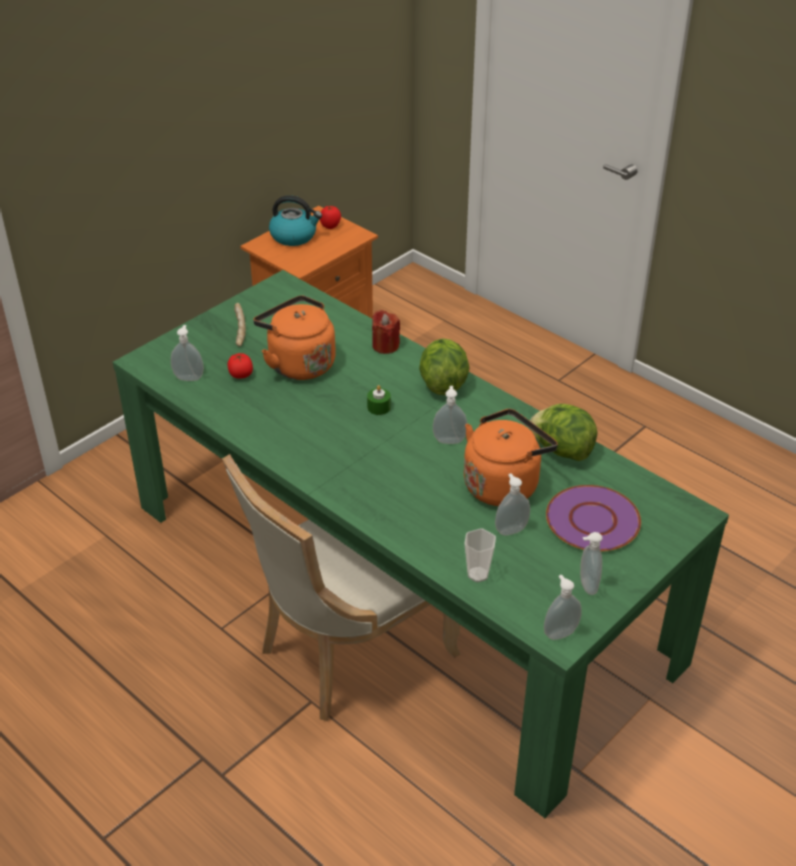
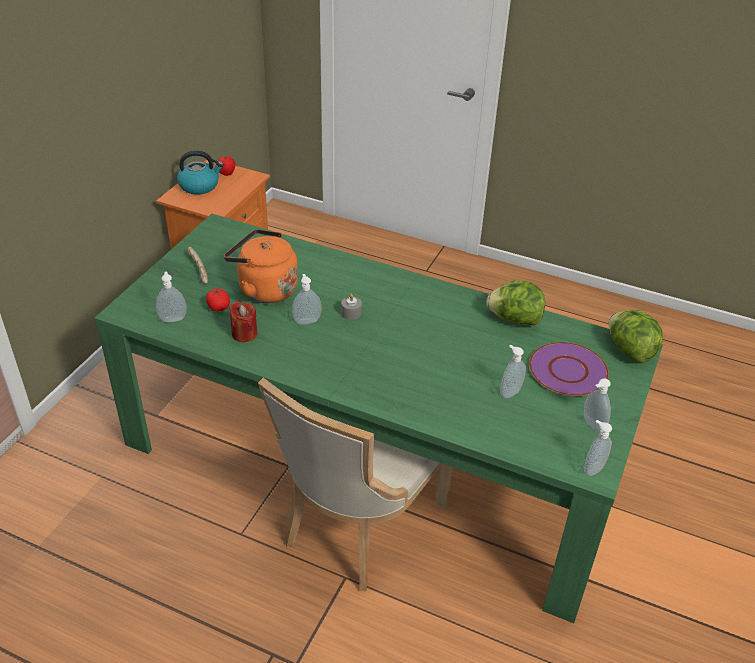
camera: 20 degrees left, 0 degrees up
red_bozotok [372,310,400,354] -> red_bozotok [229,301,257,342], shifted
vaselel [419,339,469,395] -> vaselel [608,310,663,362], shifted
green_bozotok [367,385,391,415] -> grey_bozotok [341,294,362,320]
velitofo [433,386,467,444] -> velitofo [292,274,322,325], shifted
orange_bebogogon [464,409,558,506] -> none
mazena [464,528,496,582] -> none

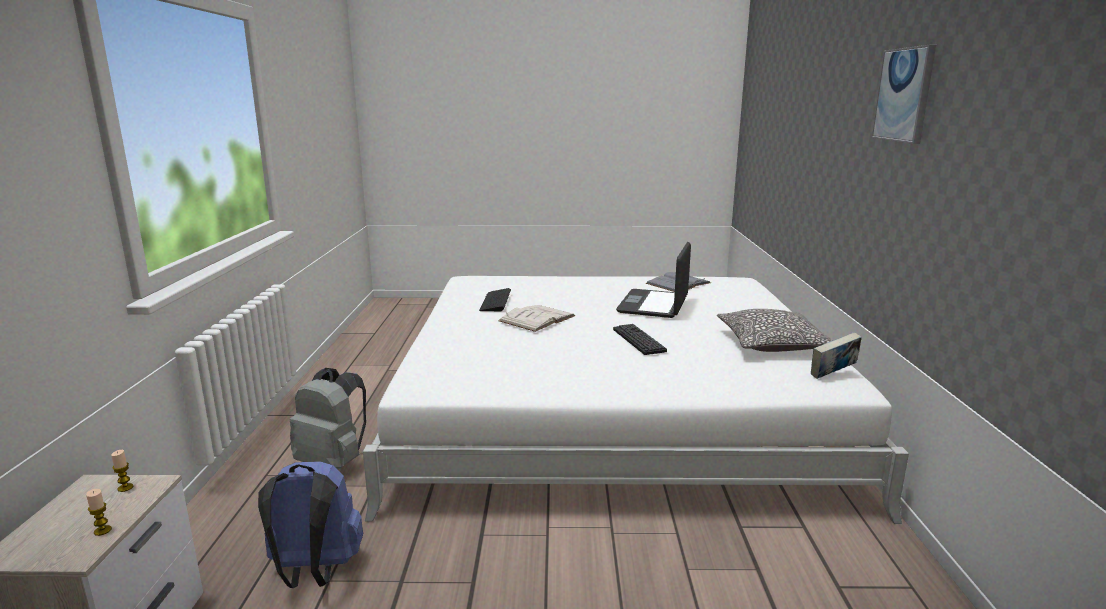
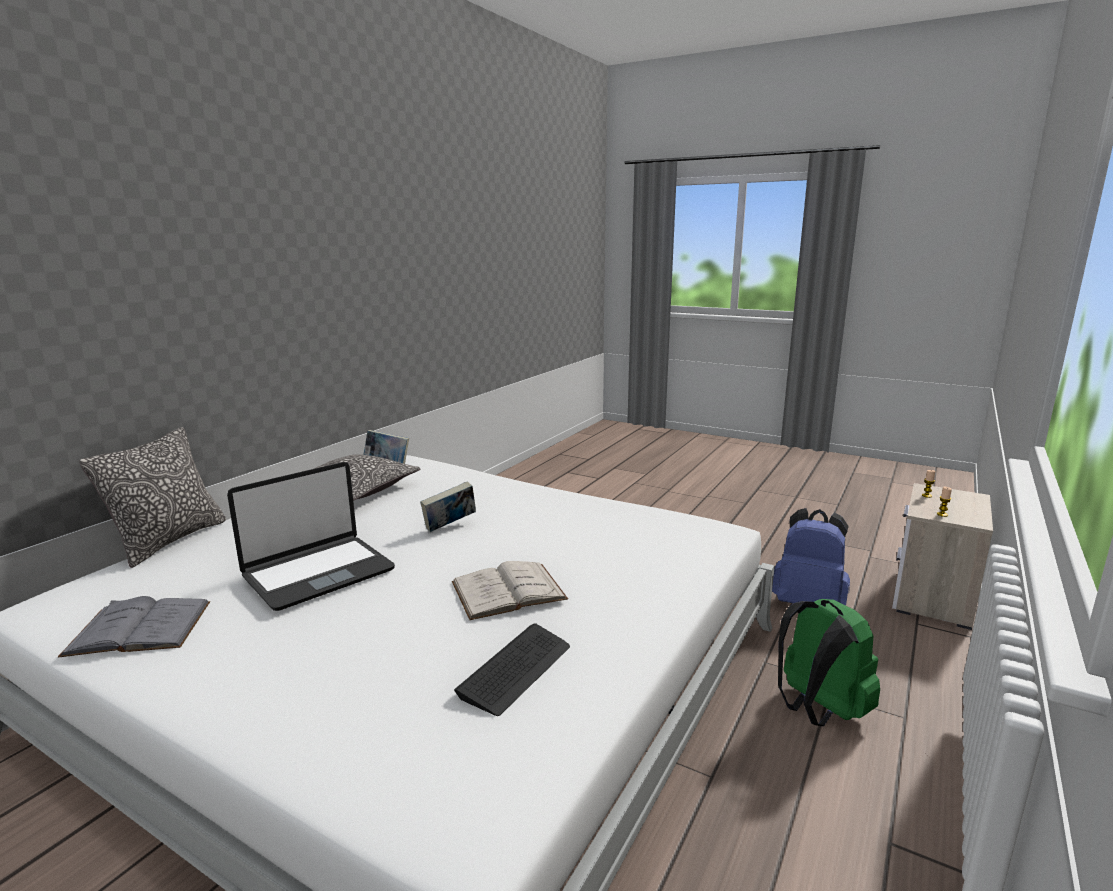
camera: 150 degrees left, 0 degrees up
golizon [872,44,936,144] -> none
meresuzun [613,324,667,355] -> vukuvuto [420,482,476,532]
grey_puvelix [290,368,366,469] -> green_puvelix [778,599,880,726]
none -> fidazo [79,427,226,568]

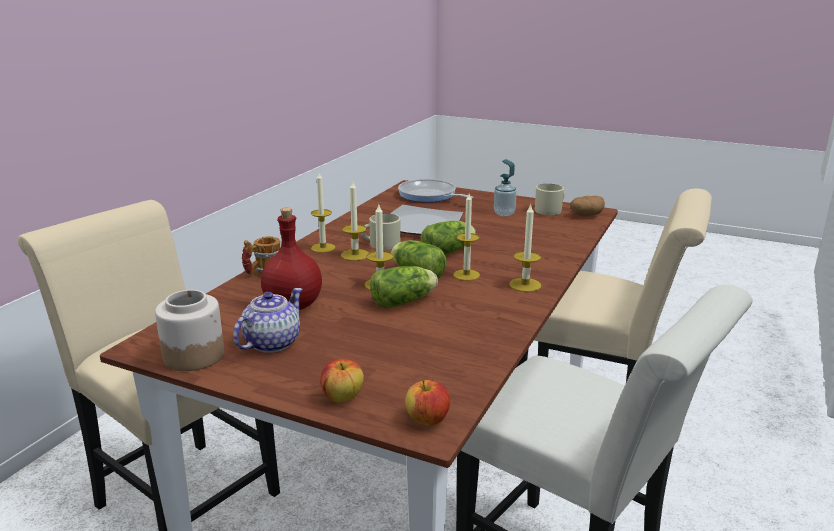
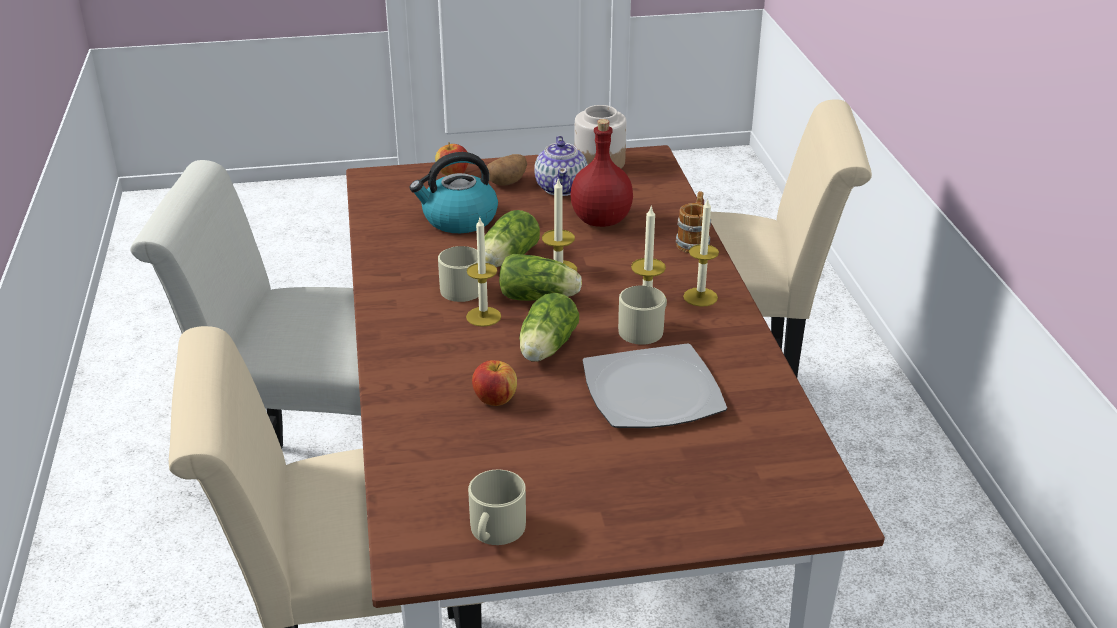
camera: 145 degrees right, 10 degrees up
velitofo [494,159,517,216] -> none
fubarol [398,179,473,203] -> none
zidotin [570,196,605,217] -> zidotin [487,154,527,186], shifted
bozotok [510,204,541,292] -> none
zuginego [405,380,450,426] -> zuginego [472,360,517,406], shifted
none -> bebogogon [409,152,498,233]
none -> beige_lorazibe [438,246,479,302]

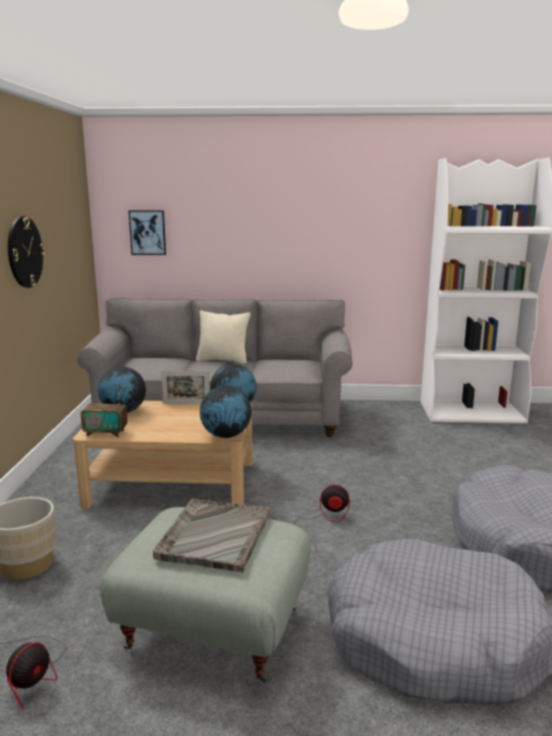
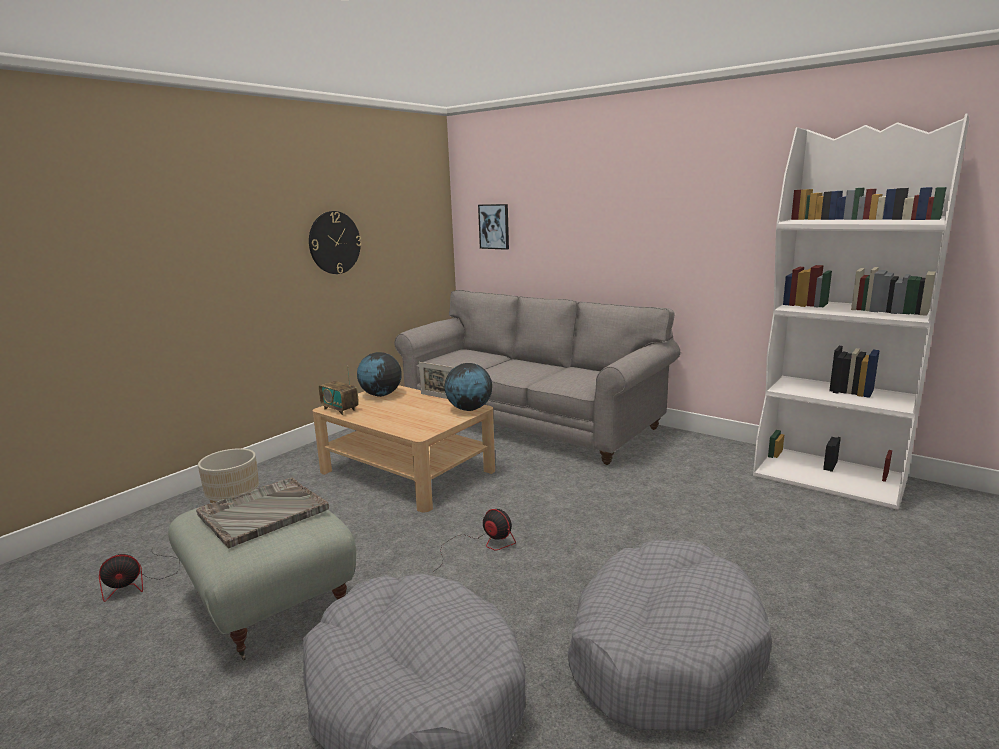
camera: 35 degrees right, 0 degrees up
beige_fidazo [196,311,251,364] -> none
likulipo [200,386,252,438] -> none

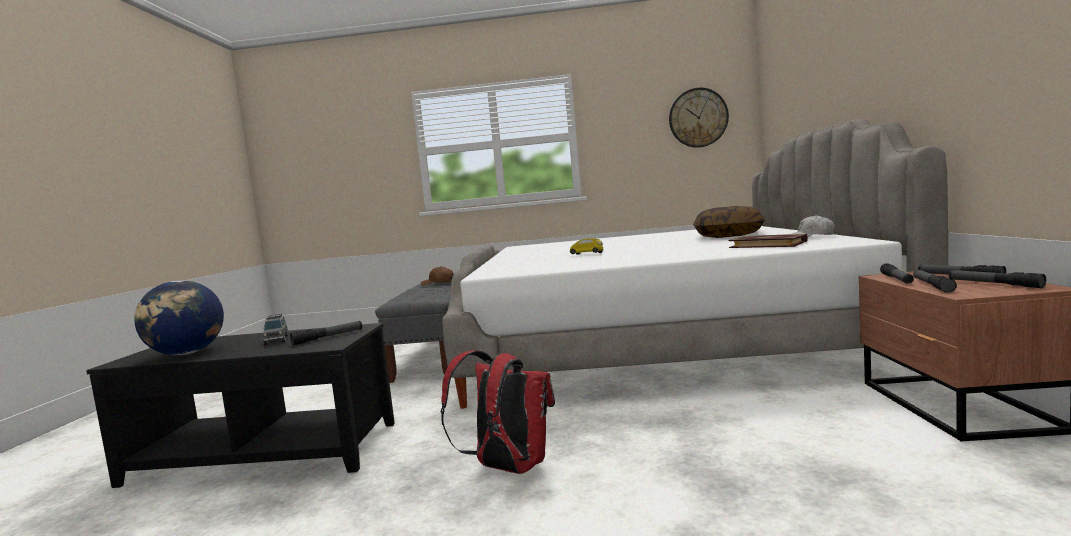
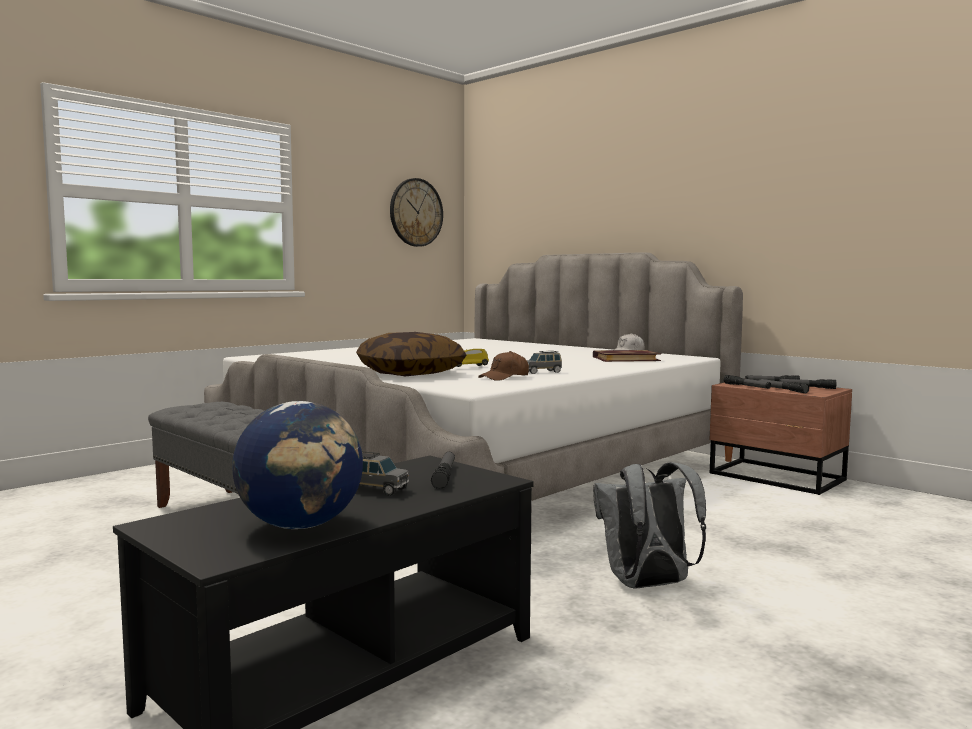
camera: 50 degrees left, 0 degrees up
fidazo [693,206,765,238] -> fidazo [356,332,467,376], shifted
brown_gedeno [421,266,454,285] -> brown_gedeno [478,351,529,381], shifted
red_puvelix [441,350,555,474] -> grey_puvelix [593,462,706,589]
none -> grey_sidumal [527,351,562,374]

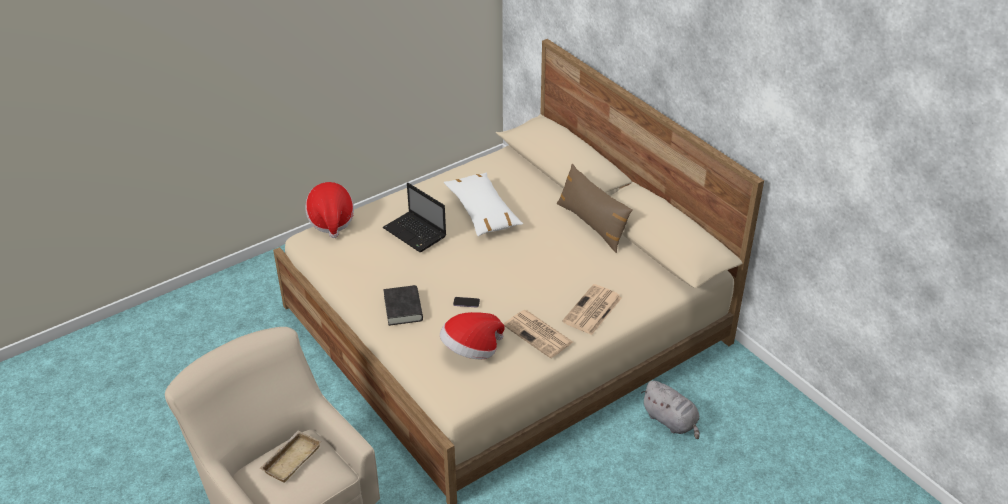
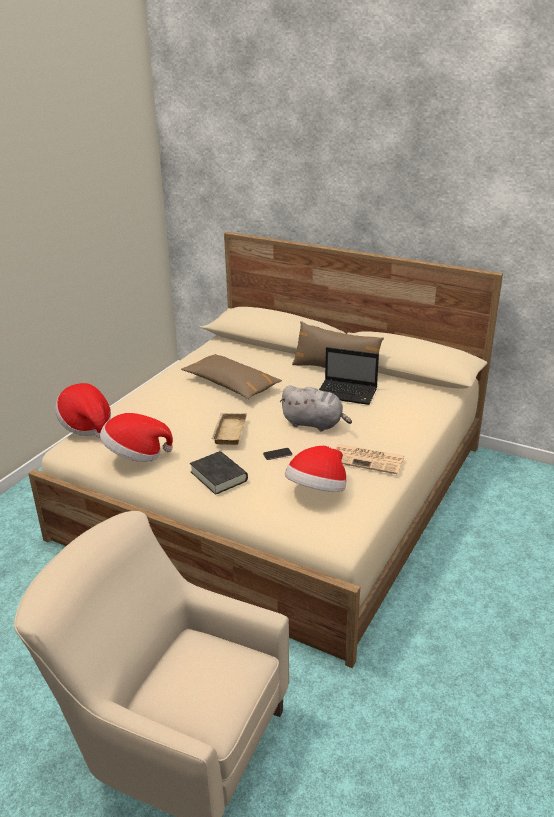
camera: 25 degrees left, 10 degrees down
white_fidazo [444,173,523,237] -> brown_fidazo [181,354,282,399]
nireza [383,183,446,252] -> nireza [319,347,379,405], shifted
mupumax [562,284,622,335] -> none
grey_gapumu [641,380,700,440] -> grey_gapumu [279,385,352,431], shifted
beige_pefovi [259,431,321,483] -> beige_pefovi [212,413,247,445], shifted
none -> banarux [100,413,173,462]

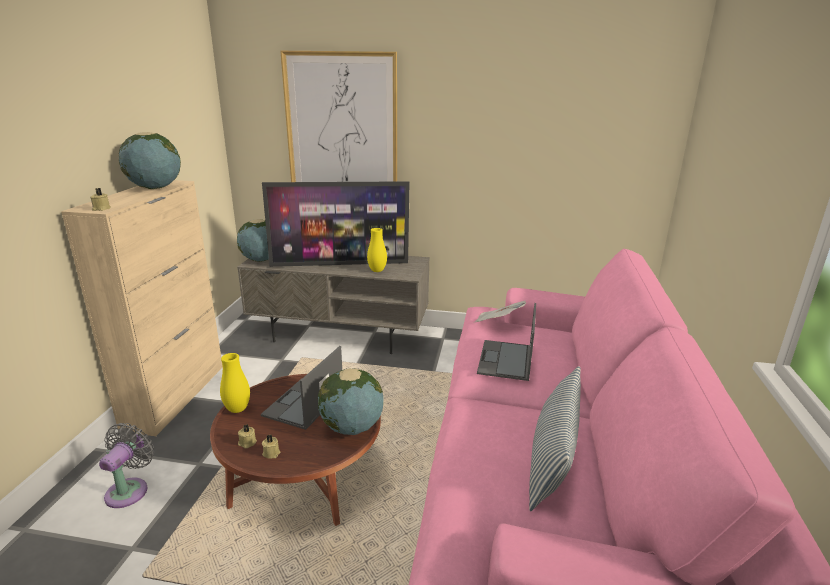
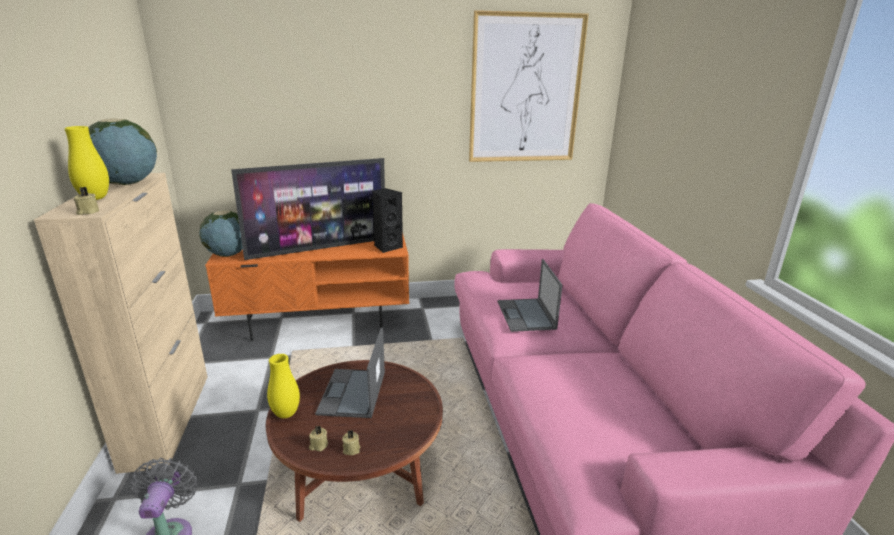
camera: 20 degrees left, 0 degrees up
golizon [280,51,397,182] -> golizon [469,10,589,162], shifted
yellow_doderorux [367,228,387,272] -> yellow_doderorux [64,126,109,200], shifted
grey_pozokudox [237,256,430,354] -> orange_pozokudox [205,236,409,341]
mupumax [473,300,526,323] -> none
fidazo [529,366,581,511] -> none
likulipo [318,368,384,435] -> none
none -> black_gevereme [372,188,403,253]

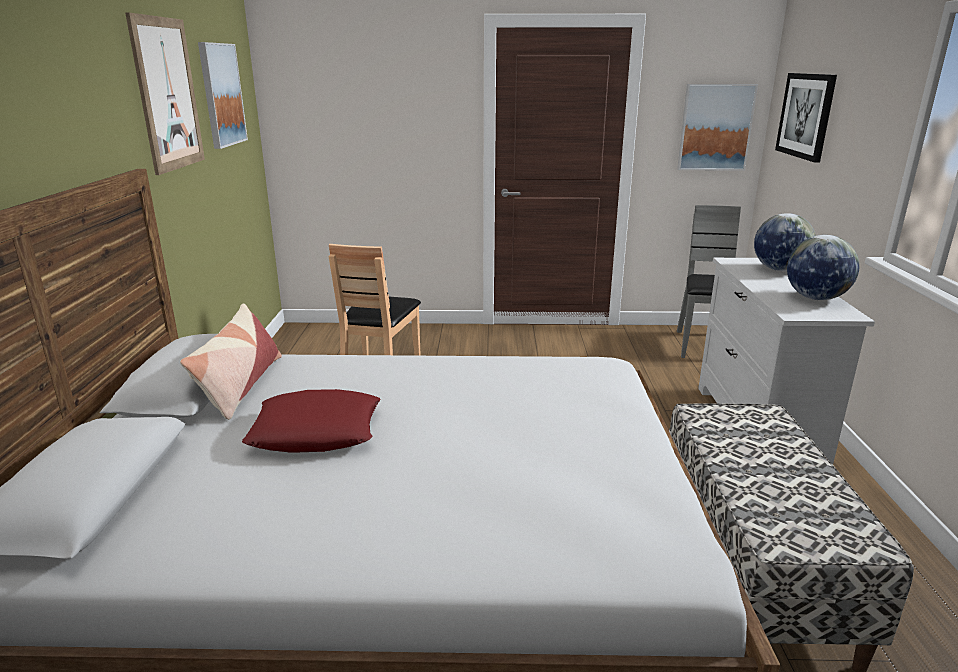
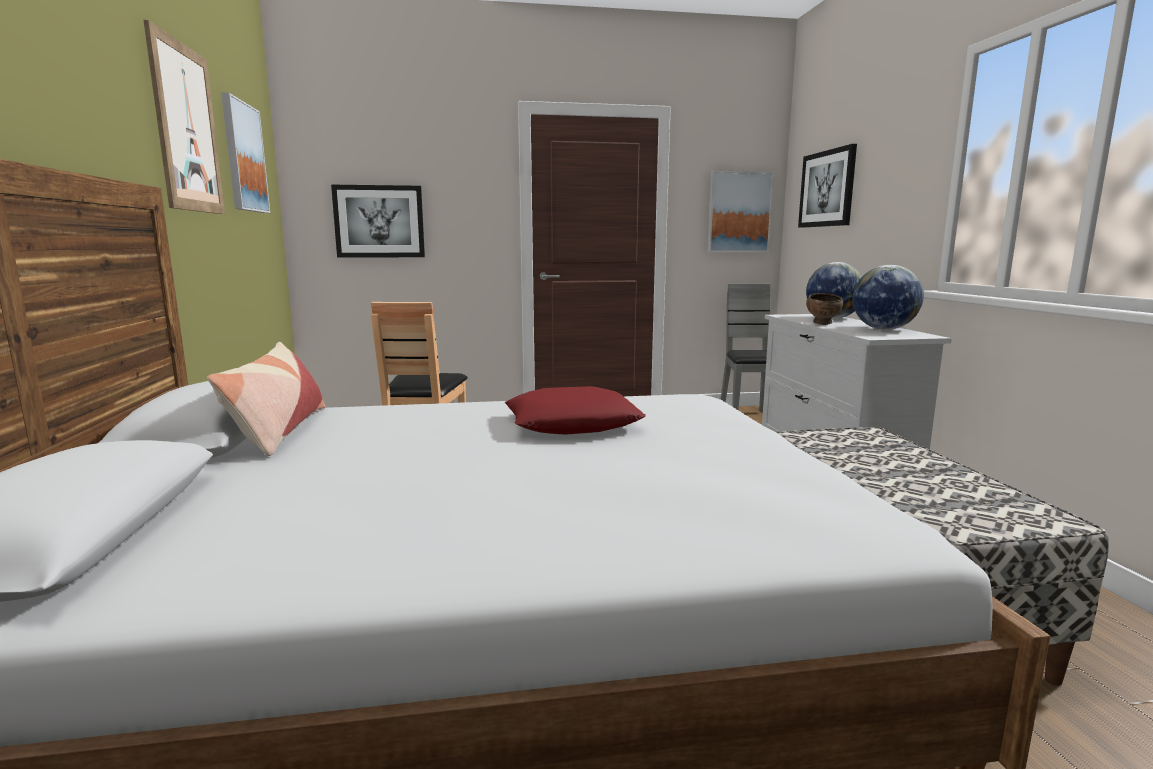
camera: 10 degrees left, 10 degrees down
red_fidazo [242,389,381,453] -> red_fidazo [505,386,645,435], shifted
none -> golizon [331,185,425,258]
none -> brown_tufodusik [806,293,843,325]

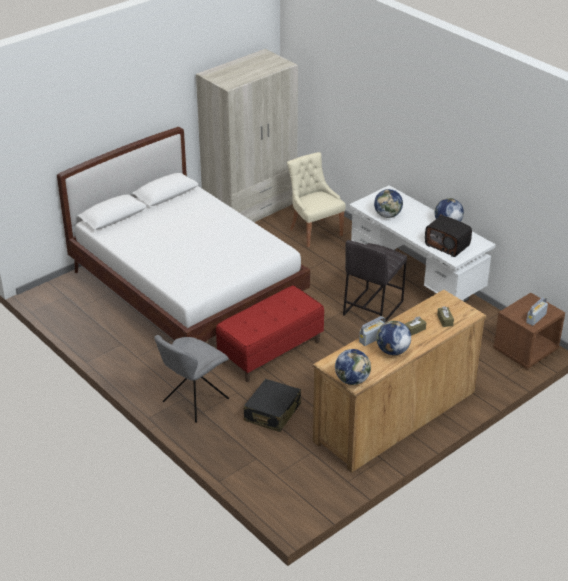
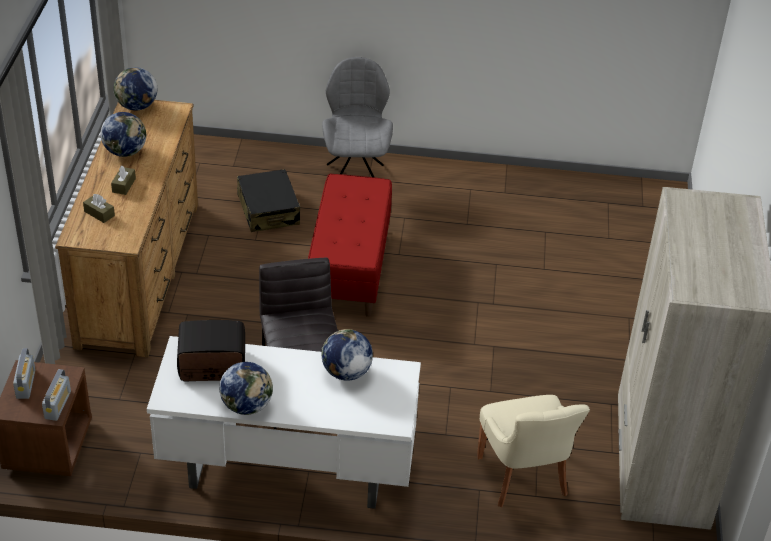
camera: 135 degrees right, 5 degrees up
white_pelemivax [57,127,310,342] -> none
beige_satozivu [287,152,346,247] -> beige_satozivu [477,395,590,507], 60 degrees clockwise
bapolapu [359,316,385,346] -> bapolapu [42,369,71,421], shifted

